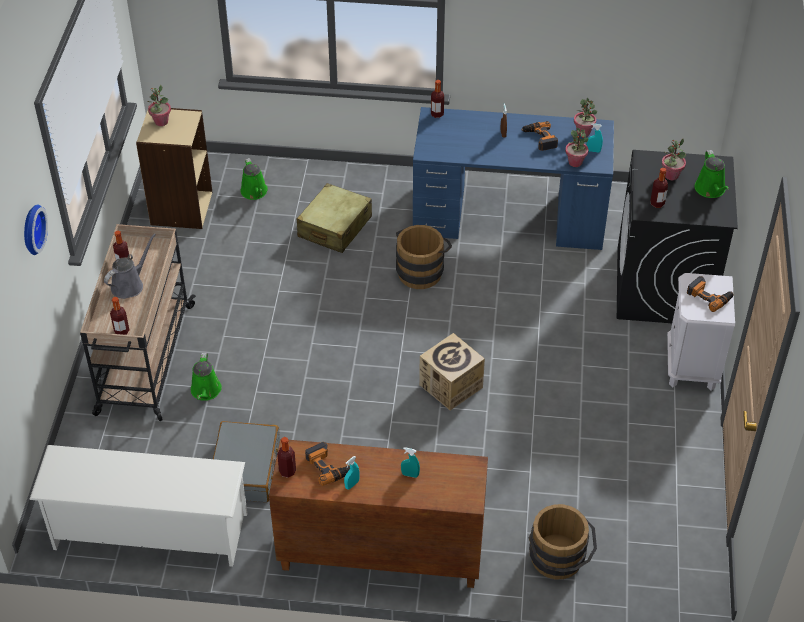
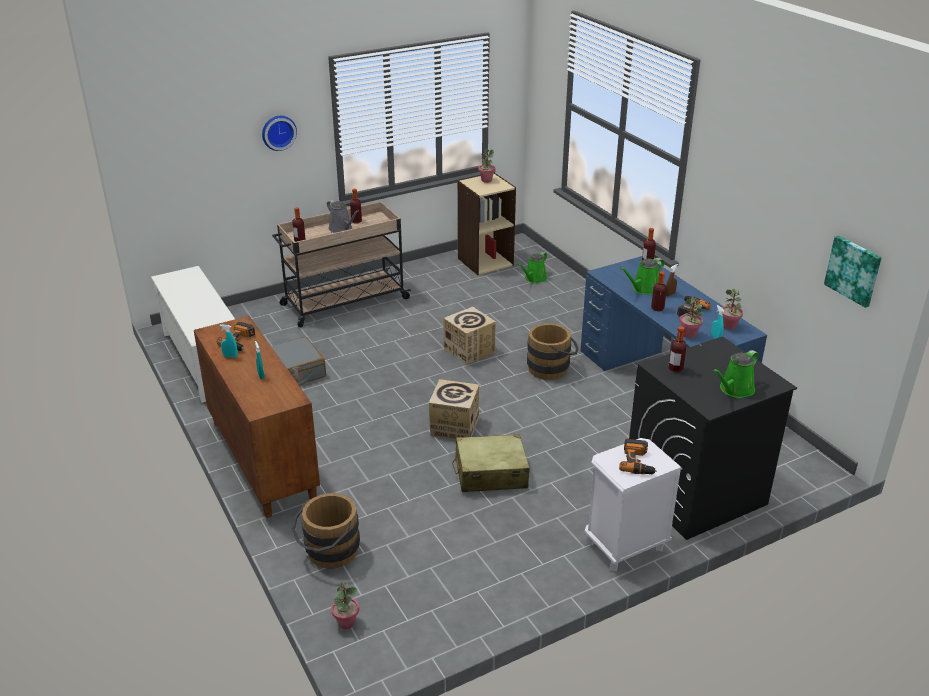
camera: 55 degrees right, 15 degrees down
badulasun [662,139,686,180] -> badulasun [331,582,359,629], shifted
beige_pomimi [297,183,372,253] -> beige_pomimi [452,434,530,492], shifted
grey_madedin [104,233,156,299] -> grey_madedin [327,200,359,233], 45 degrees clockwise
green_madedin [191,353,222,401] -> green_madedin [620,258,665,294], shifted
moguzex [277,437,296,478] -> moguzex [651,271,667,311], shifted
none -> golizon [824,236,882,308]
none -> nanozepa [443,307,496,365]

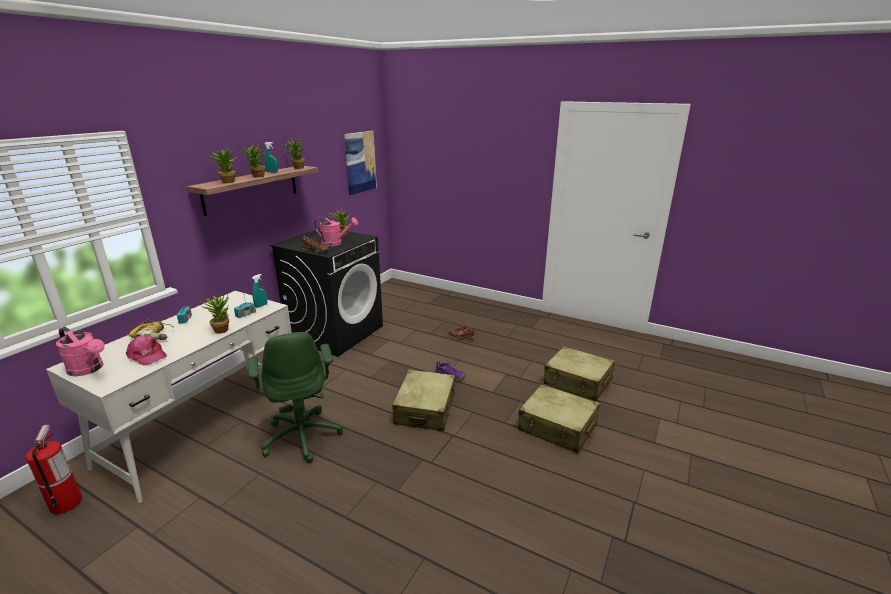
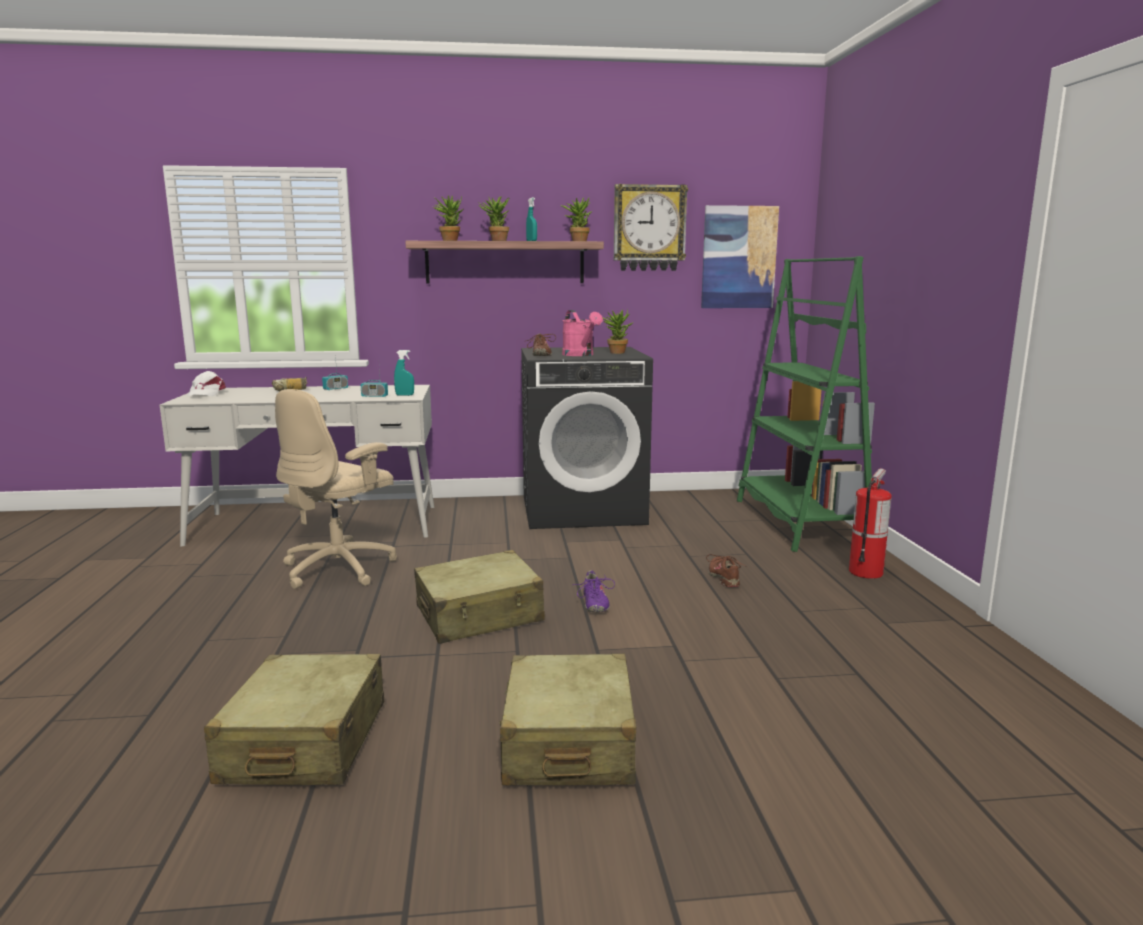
camera: 55 degrees right, 10 degrees down
badulasun [201,294,229,334] -> none
pink_madedin [56,327,105,376] -> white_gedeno [187,371,226,396]
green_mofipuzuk [248,332,343,463] -> beige_mofipuzuk [275,389,397,589]
pink_gedeno [125,335,167,366] -> none
beige_pomimi [544,346,615,401] -> beige_pomimi [204,654,384,785], shifted
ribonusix [26,425,82,514] -> ribonusix [849,468,892,579], shifted
none -> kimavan [614,184,688,271]
none -> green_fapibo [737,256,875,552]

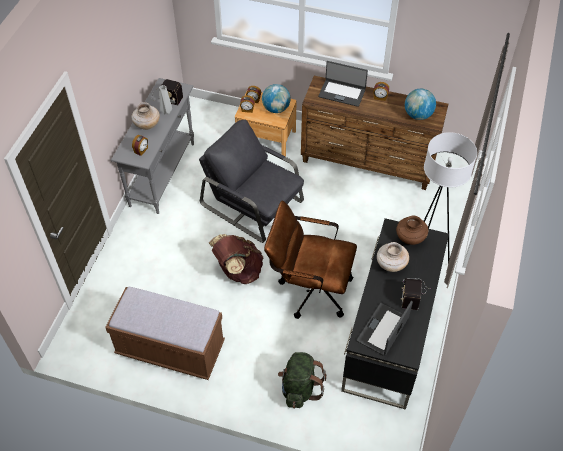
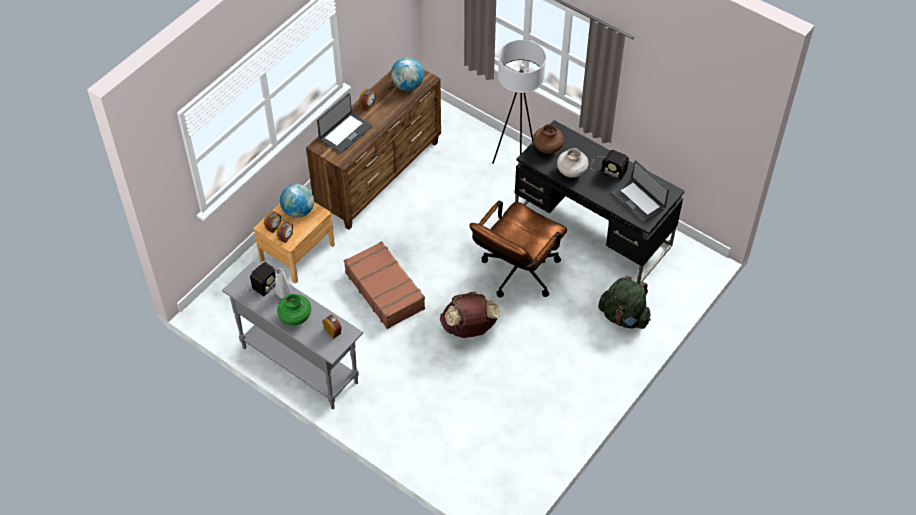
camera: 70 degrees left, 0 degrees up
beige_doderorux [131,102,160,130] -> green_doderorux [277,294,312,325]
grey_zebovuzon [199,120,304,243] -> brown_pomimi [344,241,425,329]
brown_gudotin [105,287,225,380] -> none

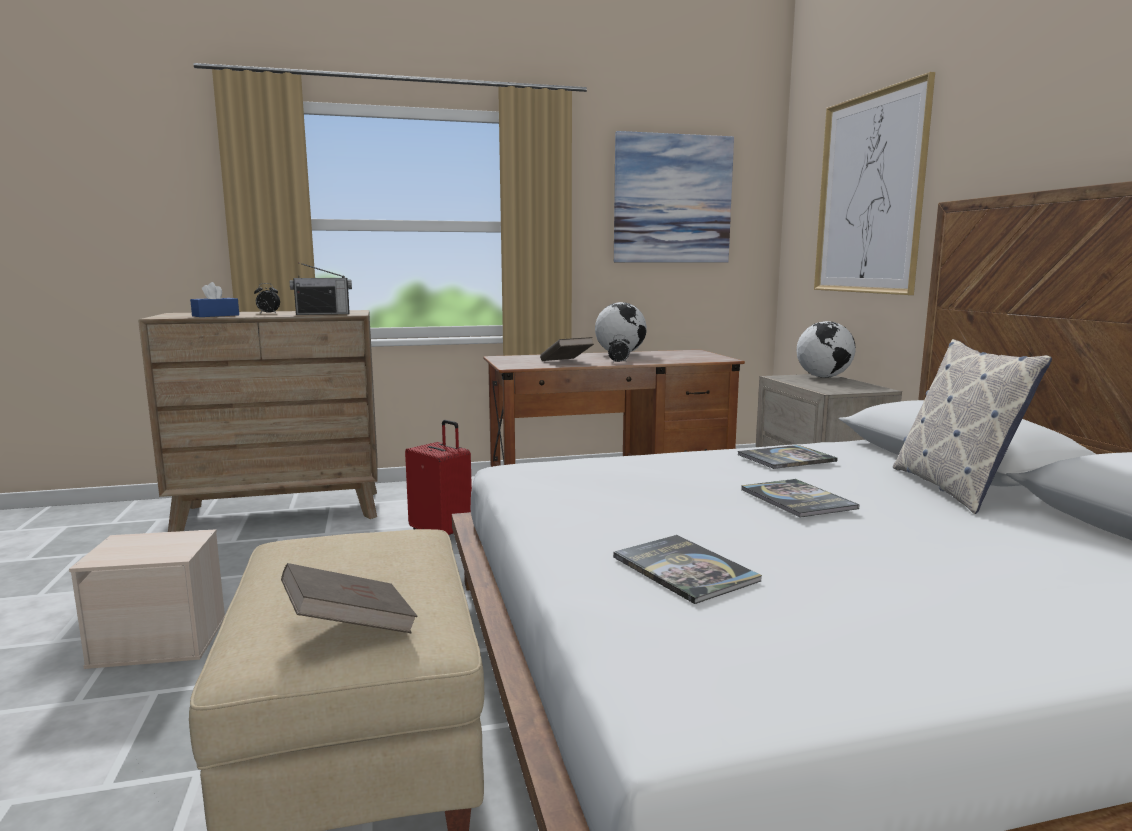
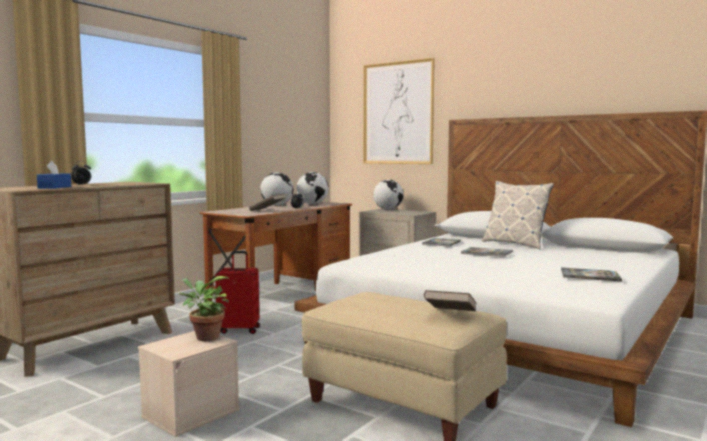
camera: 40 degrees left, 5 degrees down
golizon [614,131,734,262] -> none
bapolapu [290,262,352,315] -> none
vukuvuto [613,535,762,604] -> vukuvuto [561,267,622,282], shifted
none -> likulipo [296,172,329,204]
none -> badulasun [179,276,230,341]

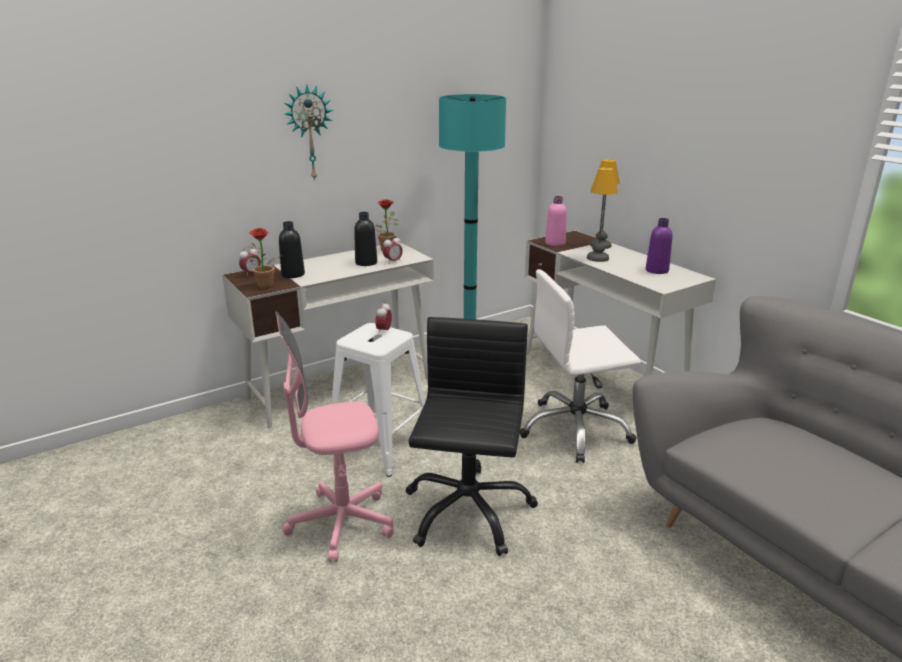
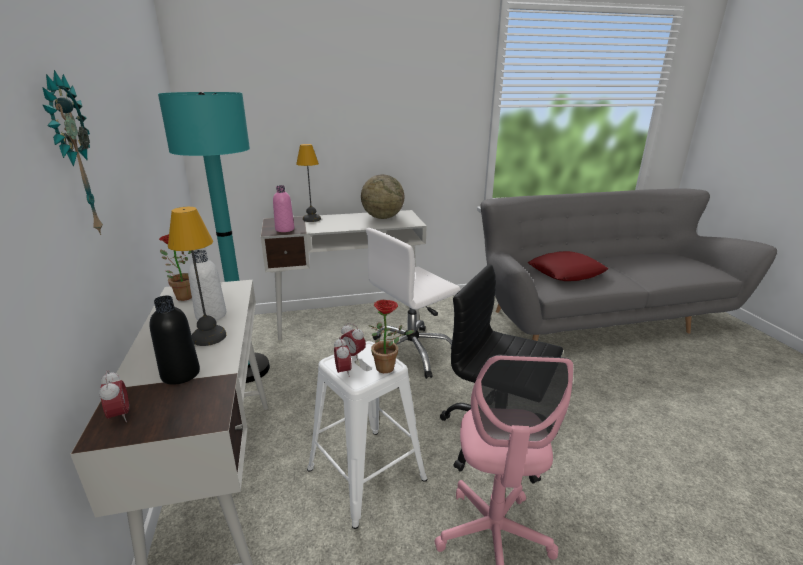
camera: 70 degrees left, 0 degrees up
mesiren [587,167,618,262] -> mesiren [168,207,226,346], shifted
black_moguzex [354,212,377,266] -> white_moguzex [188,250,226,320]
purple_moguzex [646,218,673,274] -> likulipo [361,174,404,219]
badulasun [249,228,283,289] -> badulasun [368,300,414,373], shifted
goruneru [383,235,403,264] -> goruneru [334,338,352,377], shifted
white_mofipuzuk [520,269,641,463] -> white_mofipuzuk [366,228,461,379], 45 degrees clockwise
none -> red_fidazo [528,251,608,281]

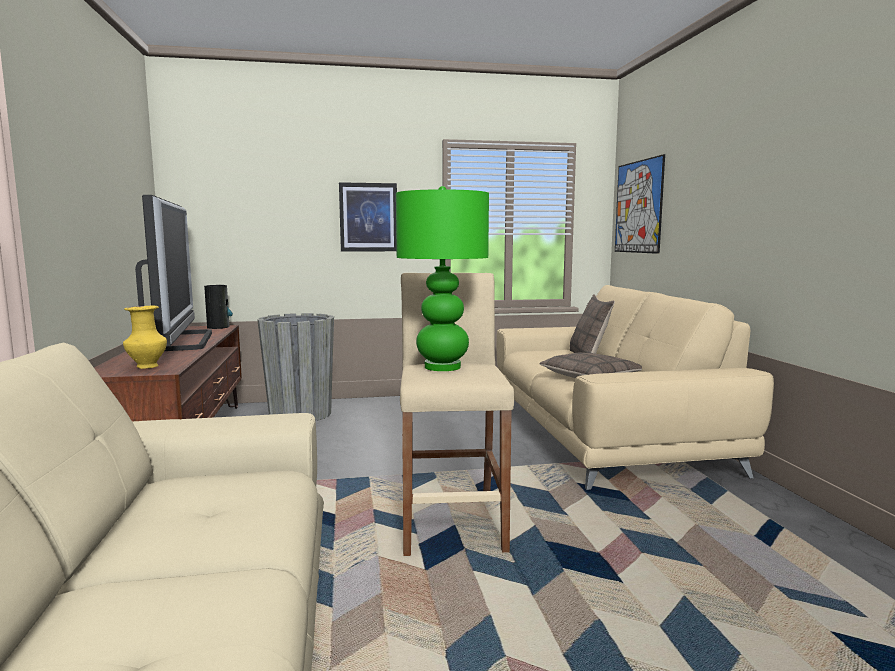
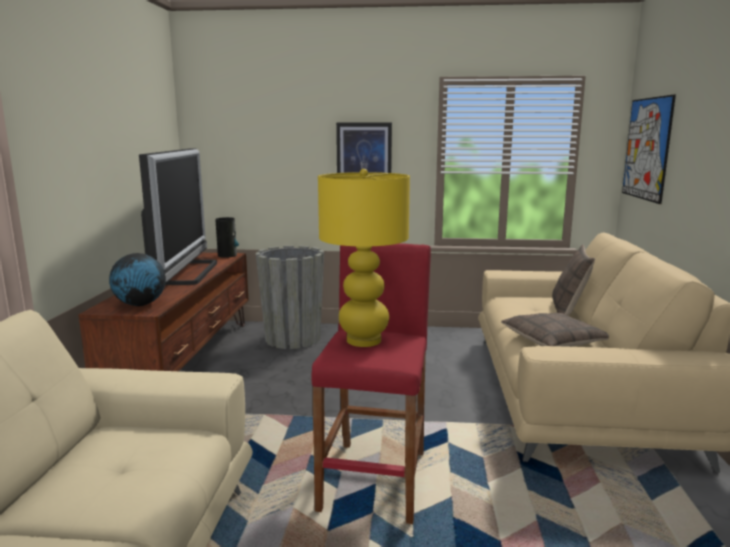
camera: 15 degrees right, 5 degrees up
green_mesiren [396,186,489,371] -> yellow_mesiren [318,169,410,347]
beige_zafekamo [400,273,514,556] -> red_zafekamo [311,243,431,524]
yellow_doderorux [123,305,167,369] -> likulipo [109,253,166,306]

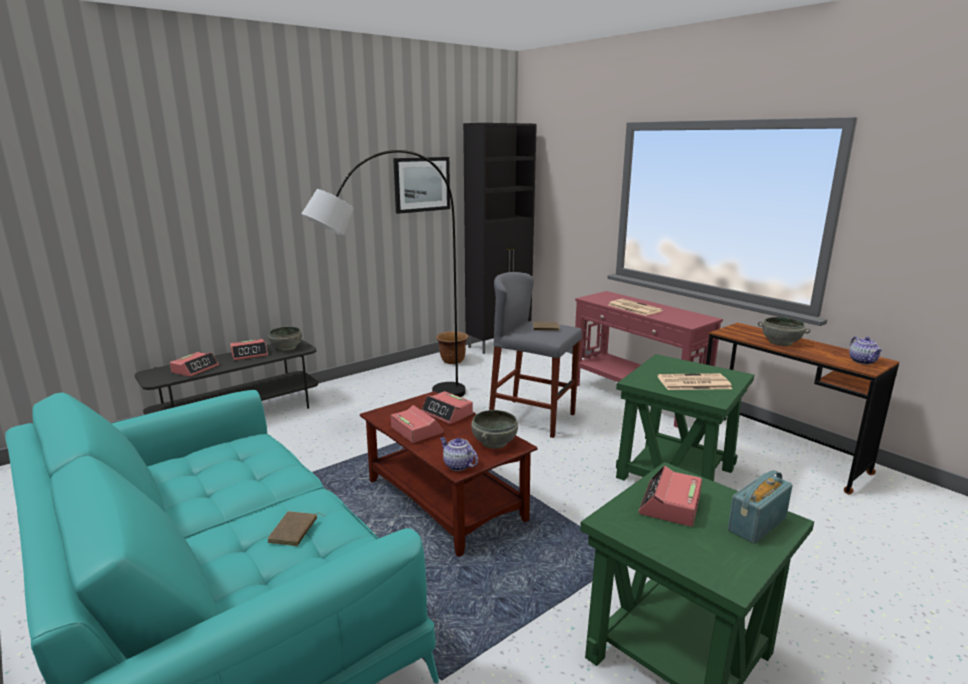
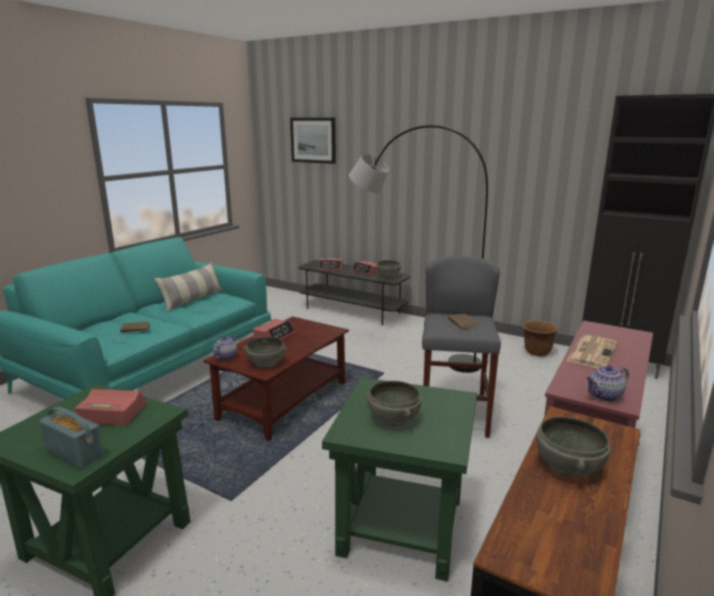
camera: 70 degrees right, 0 degrees up
golizon [393,157,450,214] -> golizon [290,118,336,164], shifted
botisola [849,336,882,364] -> botisola [586,365,629,402], shifted
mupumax [657,373,732,390] -> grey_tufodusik [367,381,421,427]
goruneru [421,391,473,424] -> none
none -> fidazo [154,262,223,312]

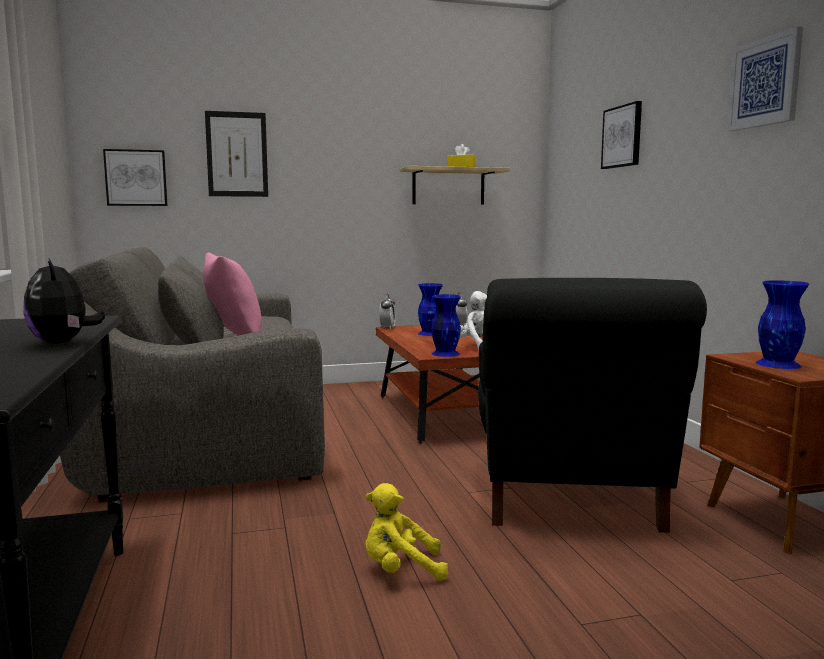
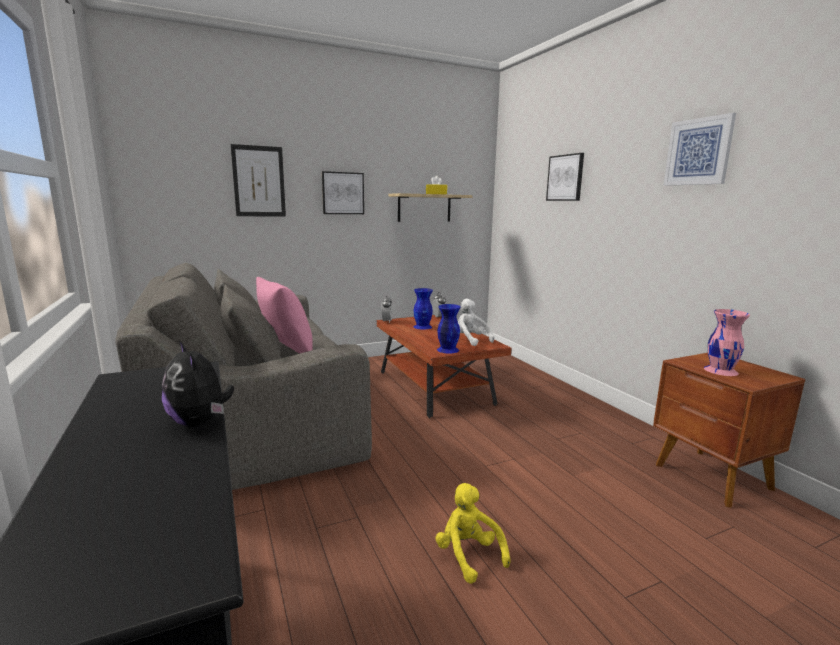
camera: 10 degrees left, 5 degrees up
golizon [103,149,168,206] -> golizon [322,171,364,214], shifted
black_zebovuzon [478,278,707,533] -> none
blue_doderorux [755,280,809,369] -> pink_doderorux [704,309,750,376]
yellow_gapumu [365,483,448,581] -> yellow_gapumu [436,483,511,584], 75 degrees clockwise

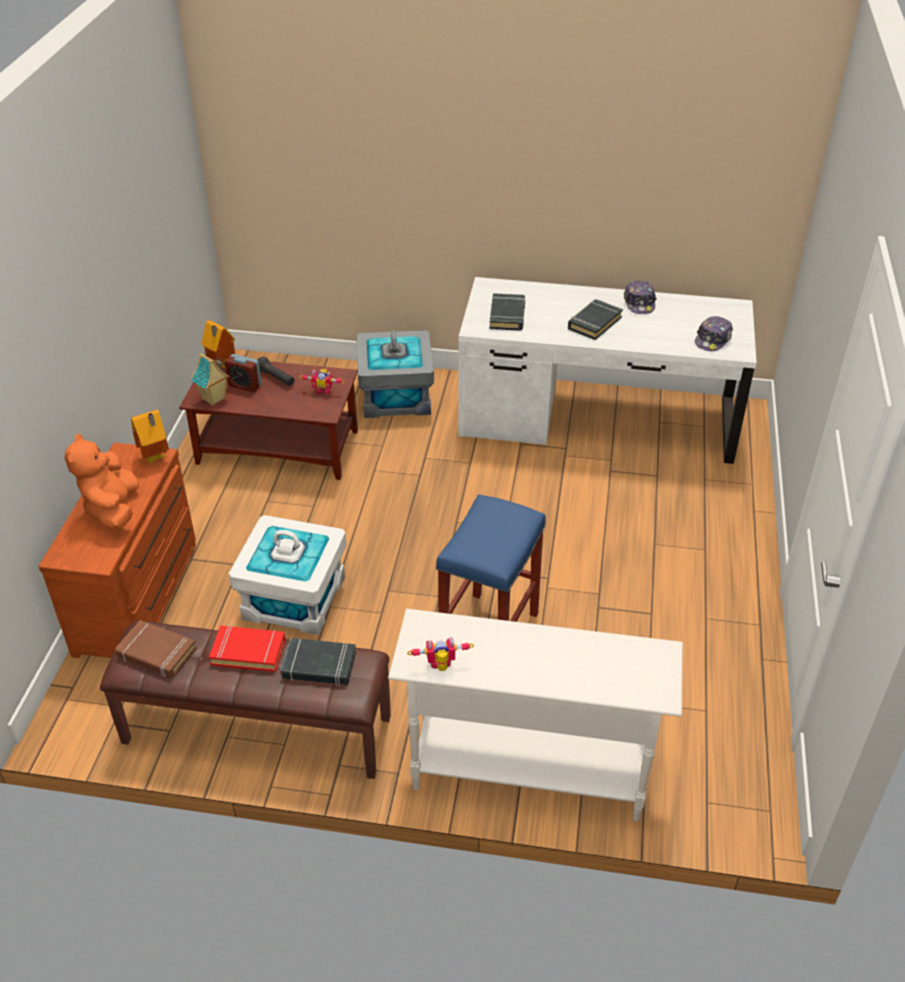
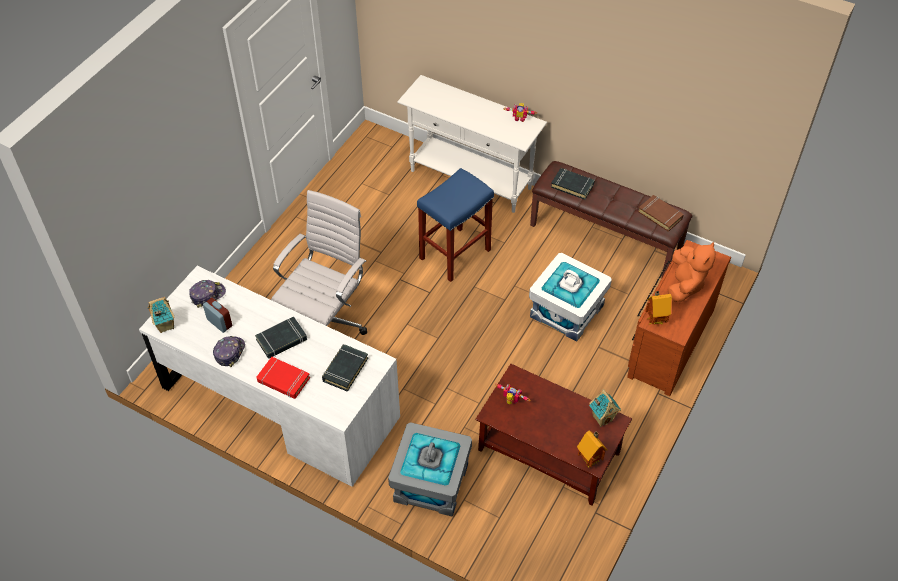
camera: 160 degrees left, 10 degrees up
goruneru [225,354,262,392] -> goruneru [203,298,232,333], shifted
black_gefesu [257,357,294,386] -> none
red_vukuvuto [209,625,285,672] -> red_vukuvuto [256,357,310,399], shifted
none -> white_mofipuzuk [271,190,367,335]
none -> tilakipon [147,297,175,333]

